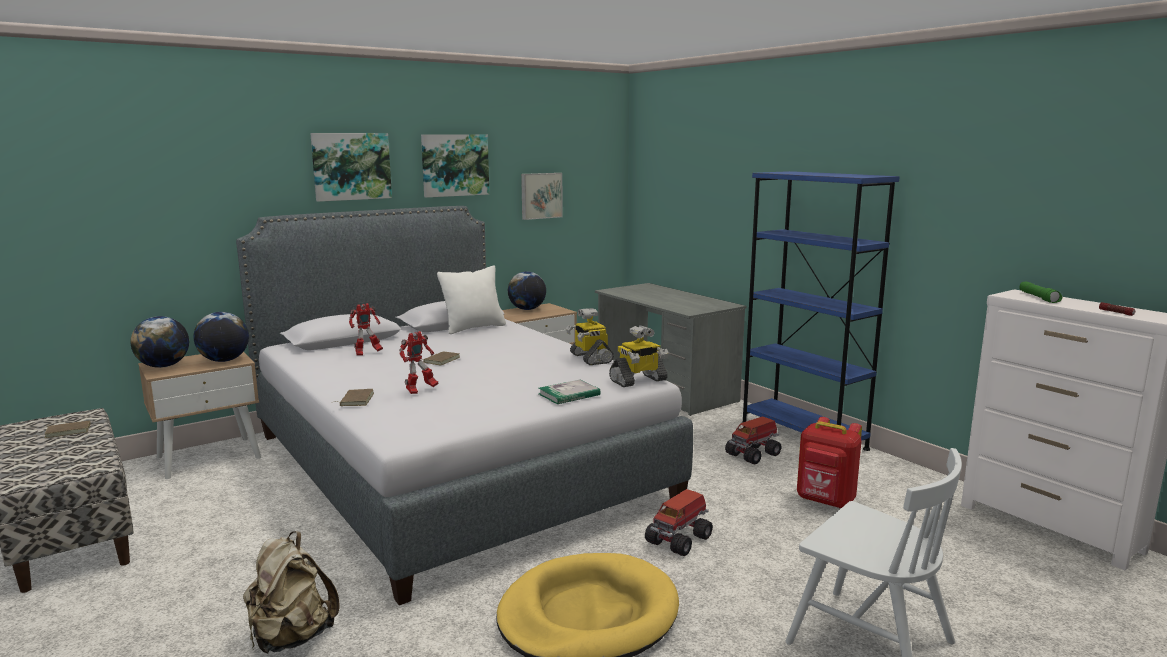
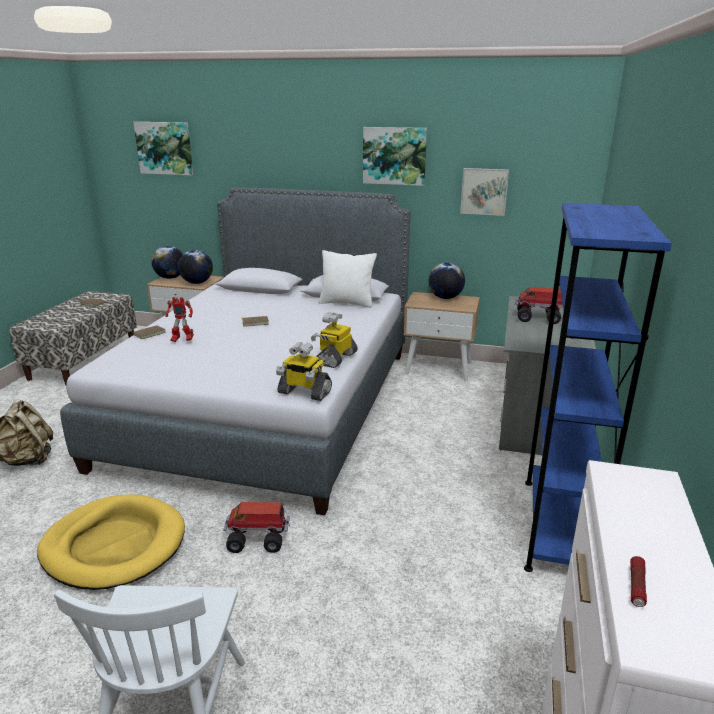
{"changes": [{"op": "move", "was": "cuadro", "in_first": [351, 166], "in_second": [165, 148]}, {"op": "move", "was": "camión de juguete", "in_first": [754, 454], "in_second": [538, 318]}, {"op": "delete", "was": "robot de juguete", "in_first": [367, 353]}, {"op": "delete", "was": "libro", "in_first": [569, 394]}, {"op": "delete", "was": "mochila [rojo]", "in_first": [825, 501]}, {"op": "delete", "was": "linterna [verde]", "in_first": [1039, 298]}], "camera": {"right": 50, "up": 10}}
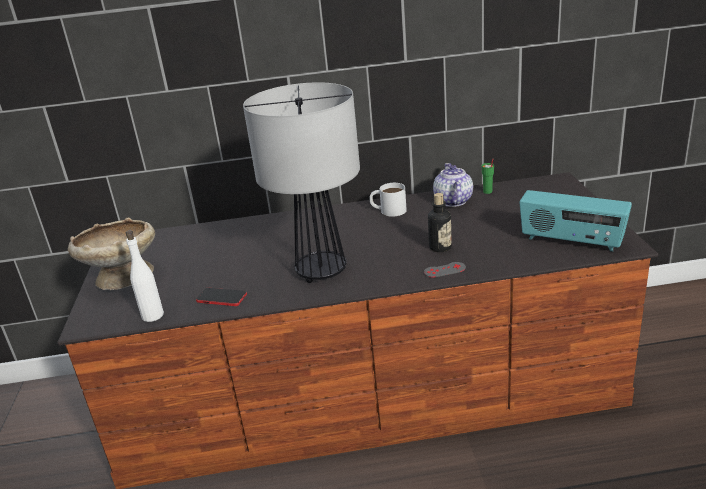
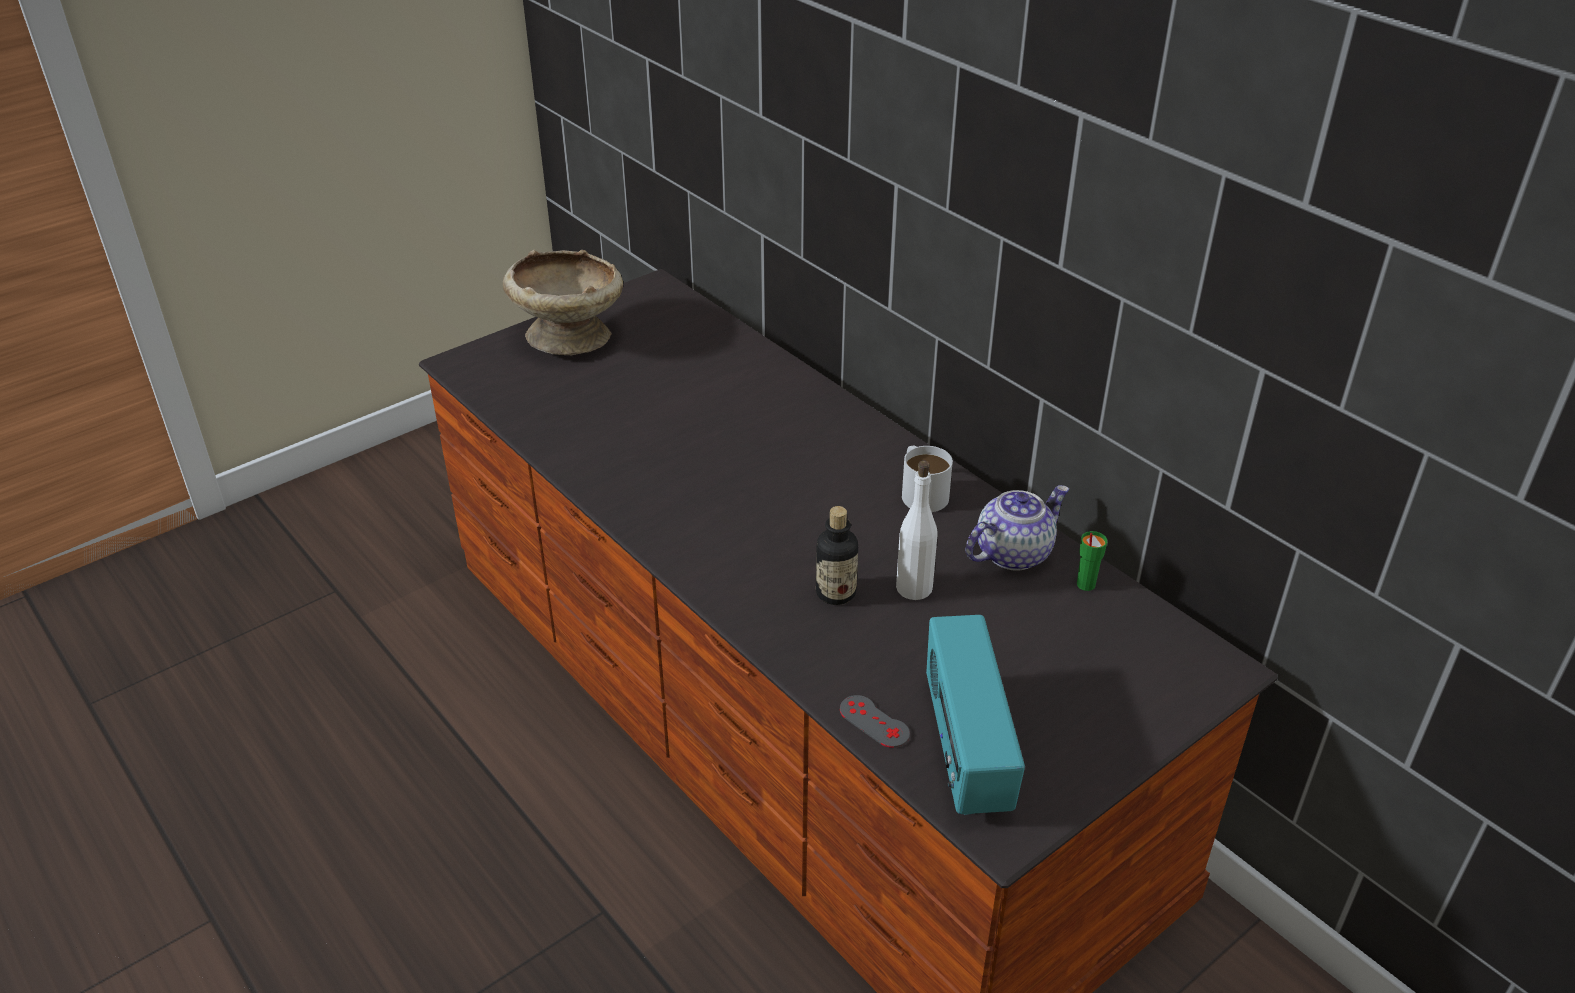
{"changes": [{"op": "move", "was": "mando de consola [gris]", "in_first": [444, 270], "in_second": [874, 722]}, {"op": "move", "was": "botella [blanco]", "in_first": [152, 315], "in_second": [914, 587]}, {"op": "delete", "was": "móvil", "in_first": [221, 298]}, {"op": "delete", "was": "lámpara de mesa", "in_first": [320, 271]}], "camera": {"right": 55, "up": 10}}
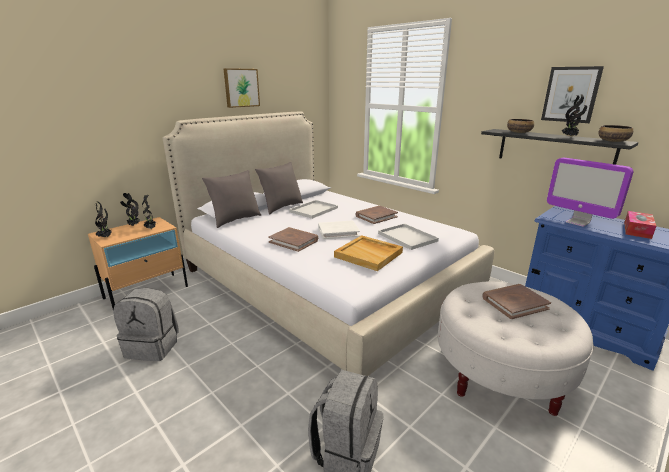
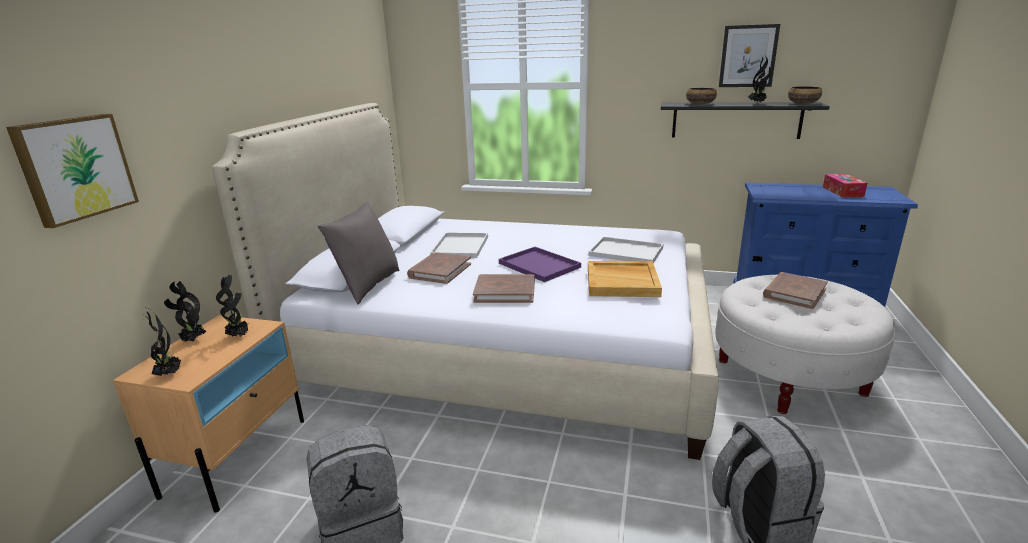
{"changes": [{"op": "move", "was": "cuadro", "in_first": [241, 88], "in_second": [75, 168]}, {"op": "move", "was": "libro [marrón]", "in_first": [376, 216], "in_second": [440, 271]}, {"op": "replace", "was": "libro [blanco]", "now": "bandeja [morado]", "in_first": [338, 232], "in_second": [541, 265]}, {"op": "delete", "was": "cojín [gris]", "in_first": [281, 207]}, {"op": "delete", "was": "monitor", "in_first": [577, 222]}], "camera": {"right": -30, "up": 0}}
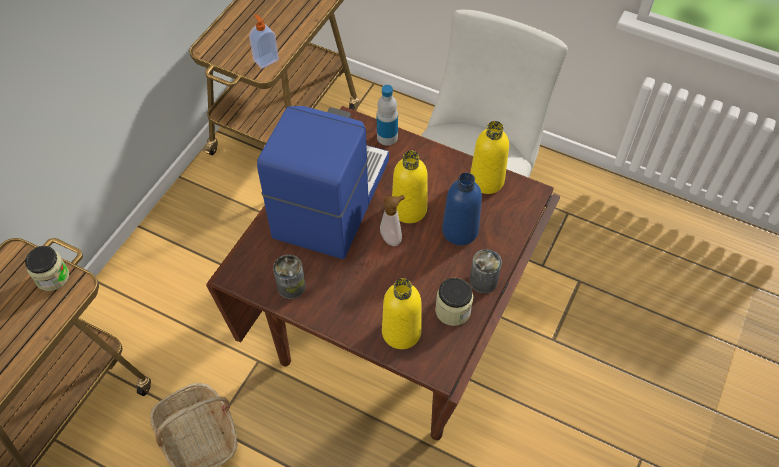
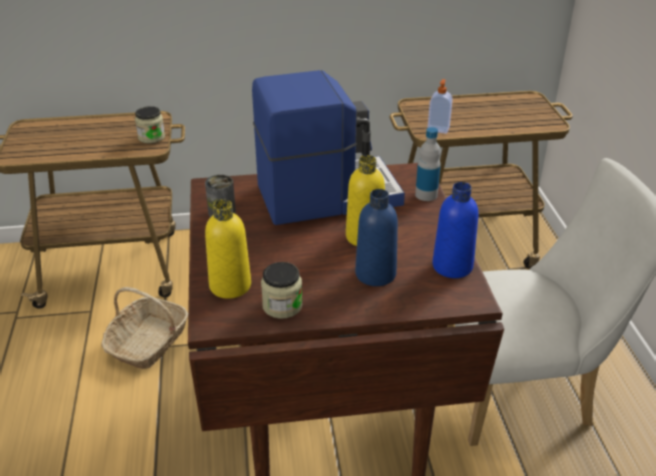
{"changes": [{"op": "recolor", "was": "botella [amarillo]", "now": "botella [azul]", "in_first": [486, 180], "in_second": [452, 266]}, {"op": "delete", "was": "dispensador de jabón", "in_first": [392, 238]}, {"op": "delete", "was": "lata", "in_first": [483, 281]}], "camera": {"right": 55, "up": -20}}
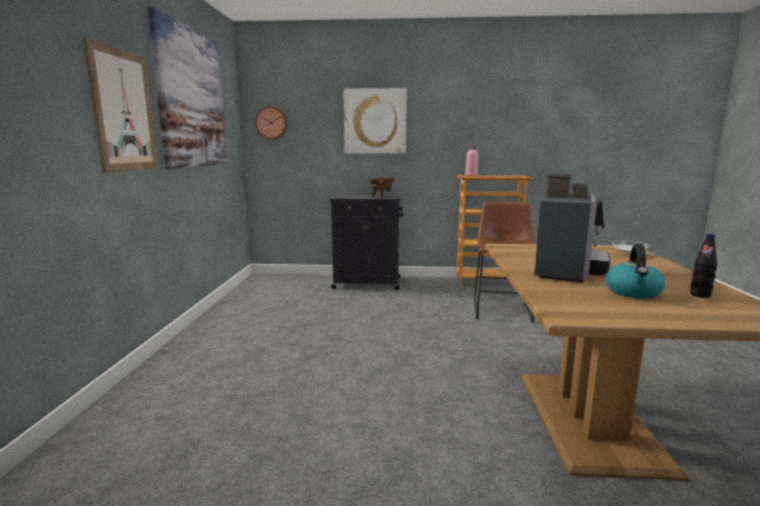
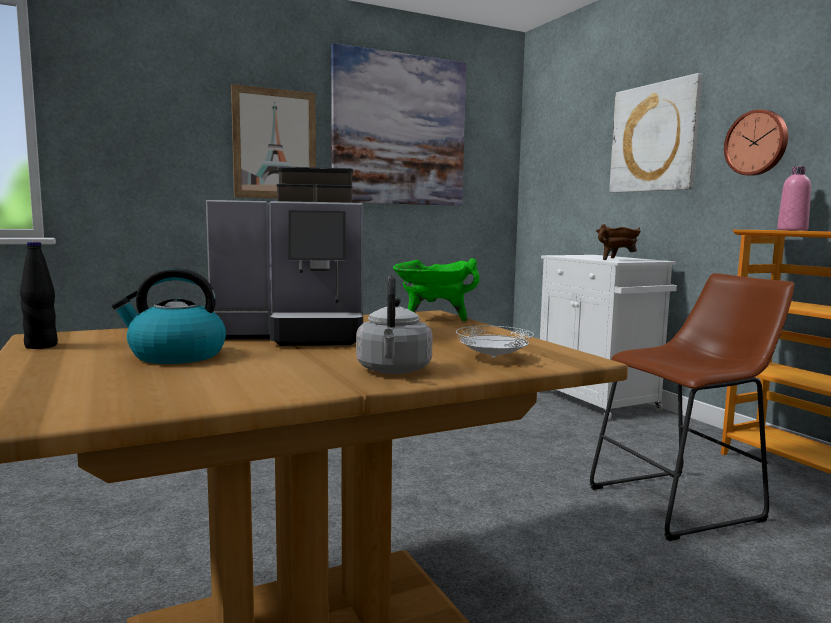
{"changes": [{"op": "move", "was": "botella [negro]", "in_first": [700, 295], "in_second": [41, 346]}, {"op": "insert", "now": "hervidor [gris]", "in_second": [393, 371]}, {"op": "insert", "now": "olla [verde]", "in_second": [433, 319]}, {"op": "recolor", "was": "armario [negro]", "now": "armario [blanco]", "in_first": [368, 283], "in_second": [598, 401]}, {"op": "move", "was": "reloj de pared", "in_first": [271, 123], "in_second": [757, 143]}], "camera": {"right": 60, "up": -5}}
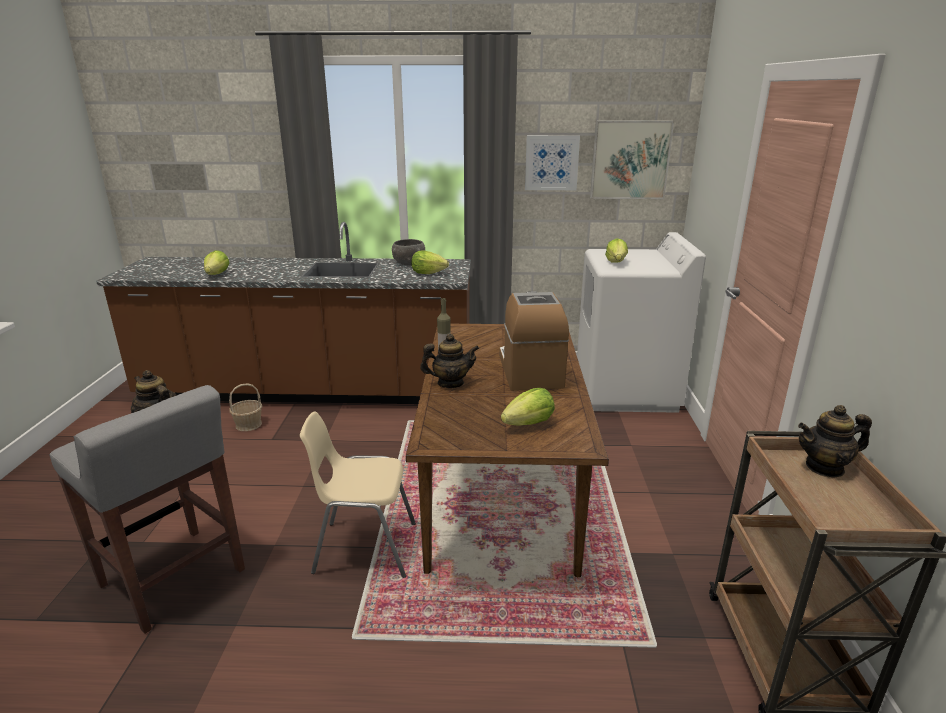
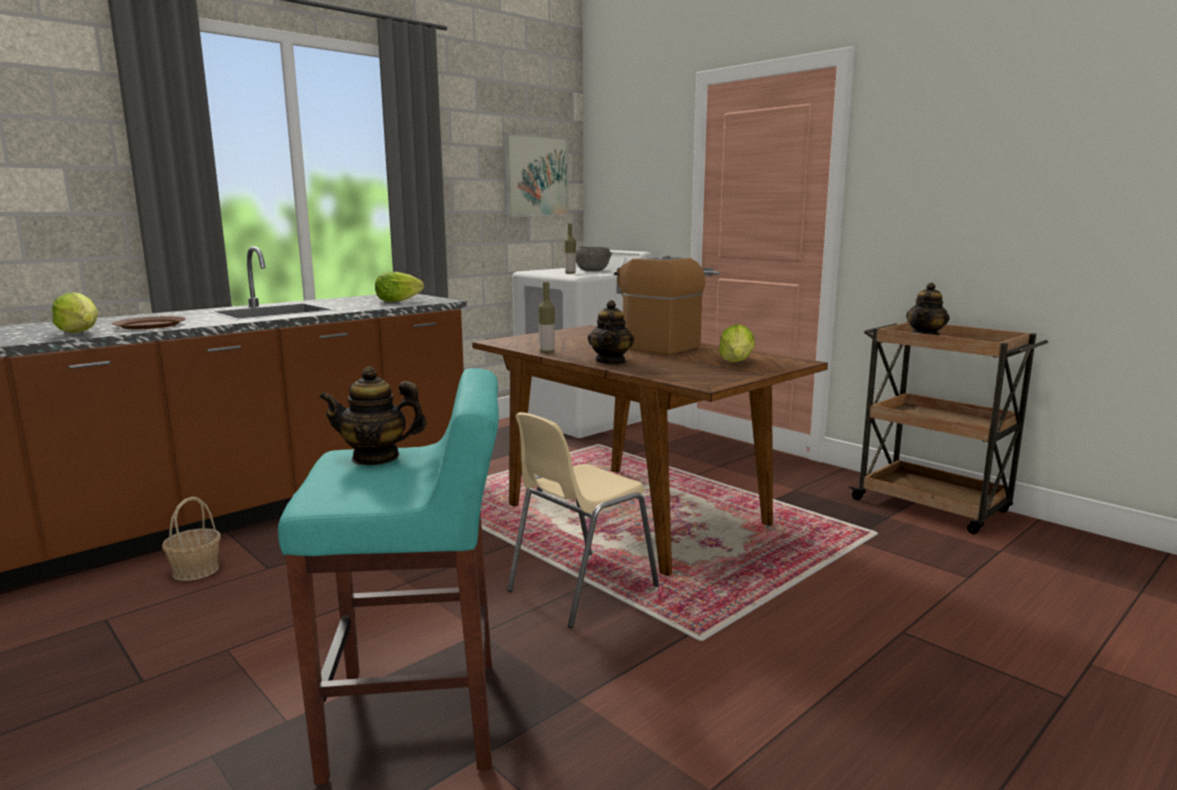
{"changes": [{"op": "insert", "now": "plato [marrón]", "in_second": [150, 325]}, {"op": "recolor", "was": "taburete [gris]", "now": "taburete [turquesa]", "in_first": [173, 579], "in_second": [417, 718]}, {"op": "replace", "was": "lechuga", "now": "botella", "in_first": [616, 262], "in_second": [570, 273]}, {"op": "move", "was": "cuenco [gris]", "in_first": [409, 263], "in_second": [592, 271]}, {"op": "rotate", "was": "tetera", "in_first": [450, 383], "in_second": [611, 361], "clockwise": 150}, {"op": "delete", "was": "cuadro", "in_first": [551, 163]}], "camera": {"right": -45, "up": -10}}
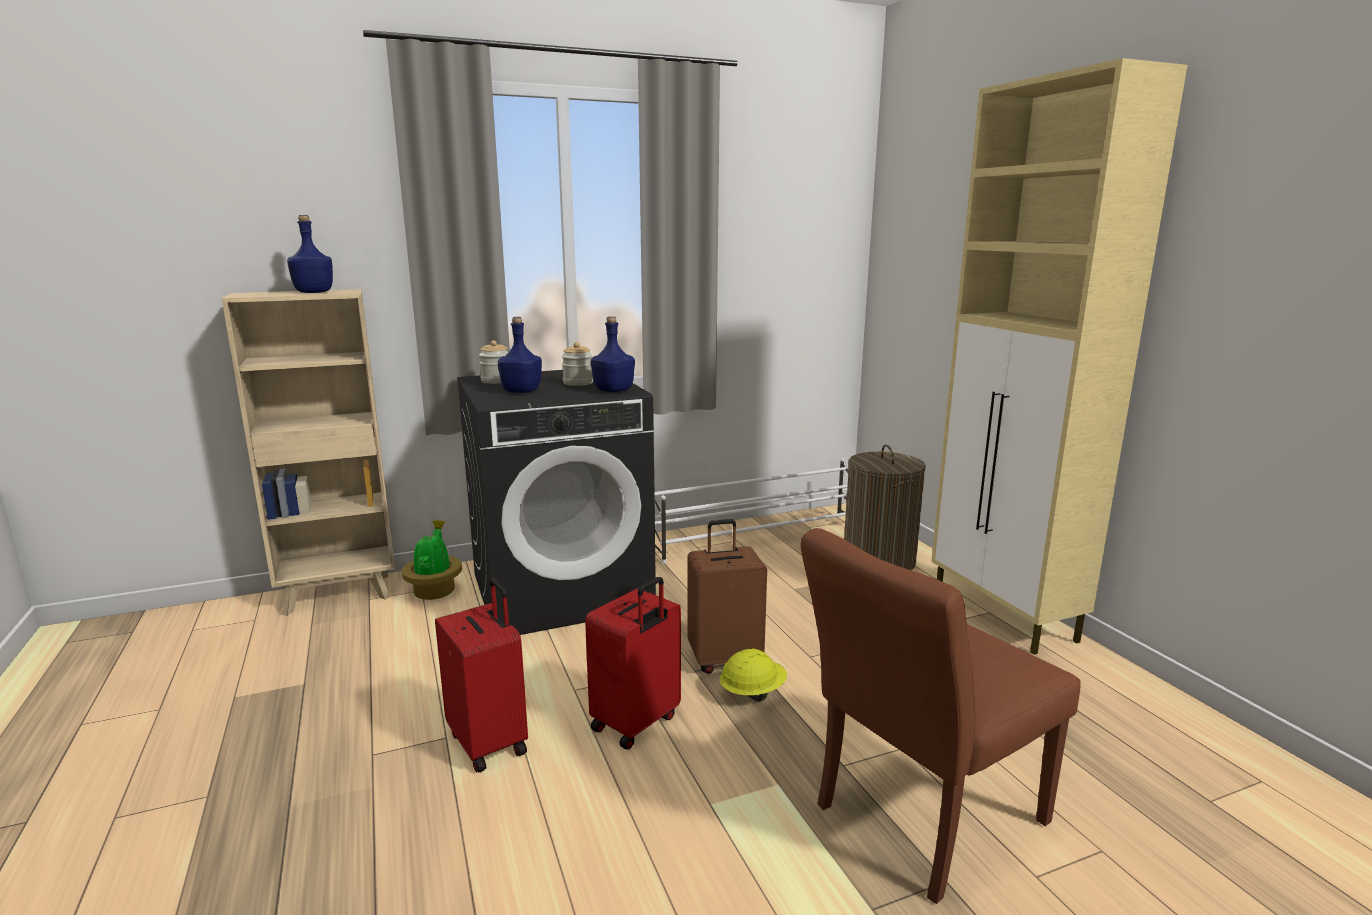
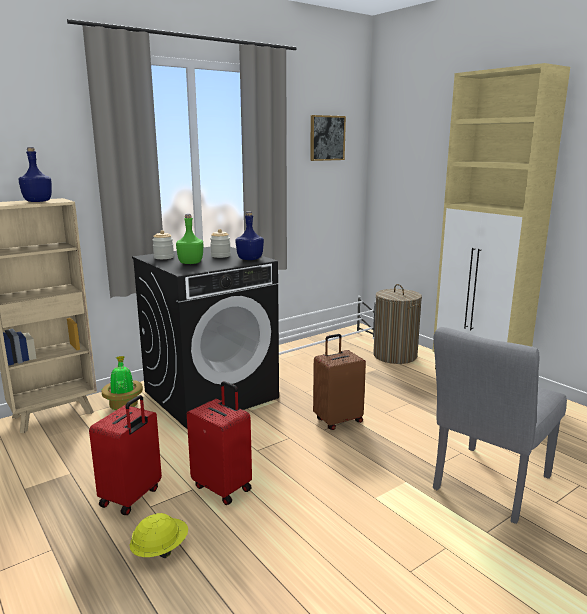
{"changes": [{"op": "move", "was": "maleta [rojo]", "in_first": [637, 723], "in_second": [132, 497]}, {"op": "move", "was": "casco [amarillo]", "in_first": [752, 693], "in_second": [160, 549]}, {"op": "recolor", "was": "botella [azul]", "now": "botella [verde]", "in_first": [522, 391], "in_second": [190, 263]}, {"op": "insert", "now": "cuadro", "in_second": [327, 138]}, {"op": "recolor", "was": "silla [marrón]", "now": "silla [gris]", "in_first": [918, 820], "in_second": [487, 487]}], "camera": {"right": -15, "up": 0}}
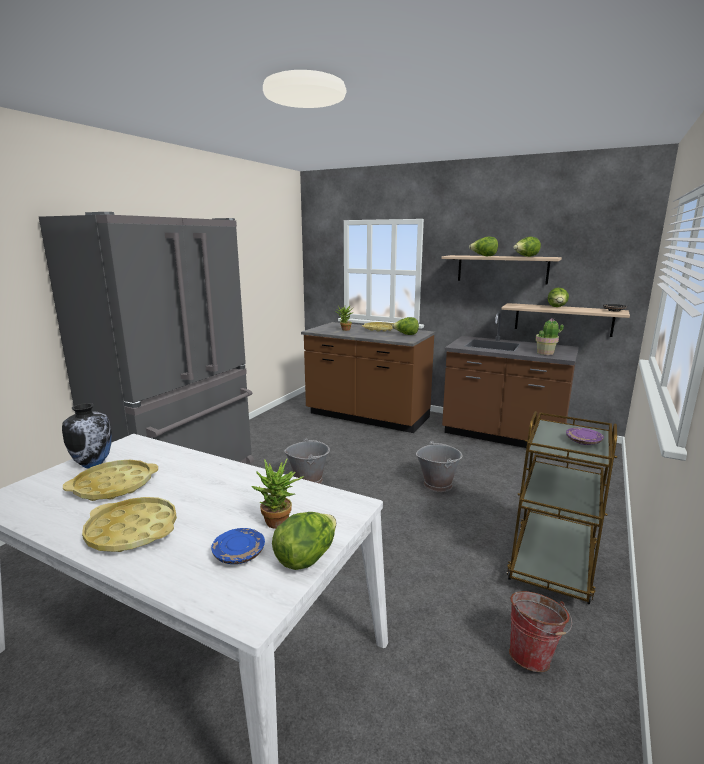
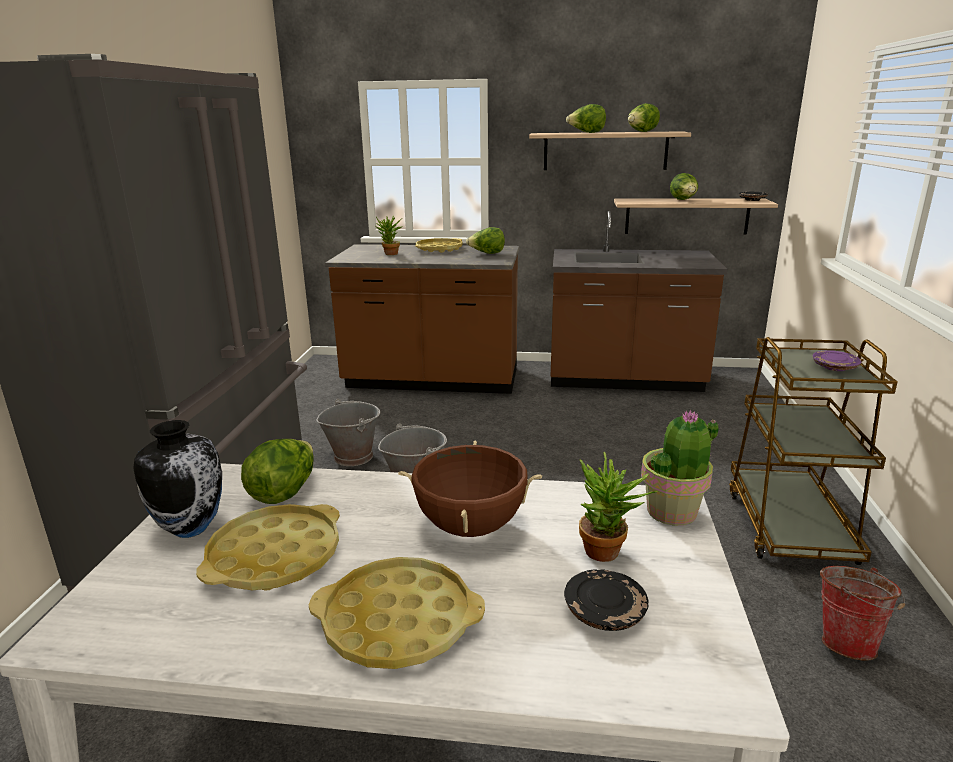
{"changes": [{"op": "move", "was": "lechuga", "in_first": [306, 557], "in_second": [284, 492]}, {"op": "move", "was": "cubo [gris]", "in_first": [438, 484], "in_second": [353, 456]}, {"op": "insert", "now": "olla [marrón]", "in_second": [470, 526]}, {"op": "recolor", "was": "plato [azul]", "now": "plato [negro]", "in_first": [239, 554], "in_second": [605, 611]}, {"op": "move", "was": "planta en maceta", "in_first": [545, 353], "in_second": [673, 511]}], "camera": {"right": -20, "up": 5}}
